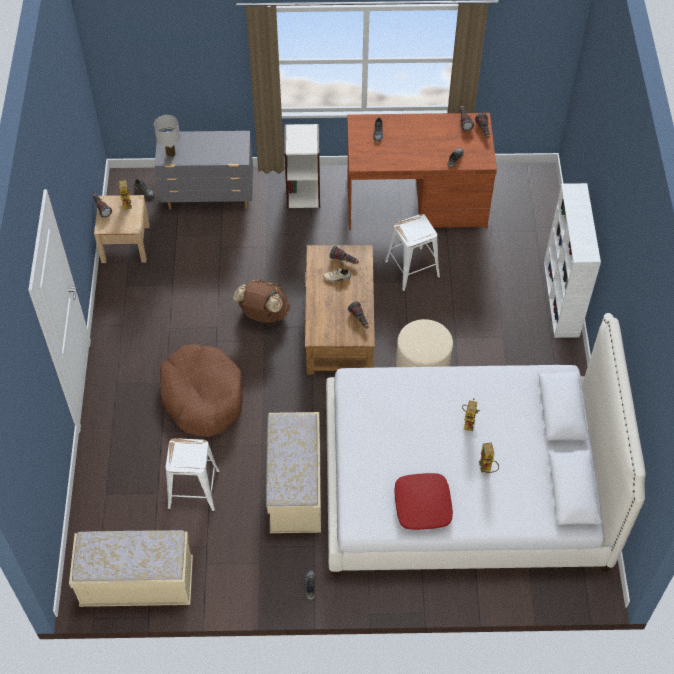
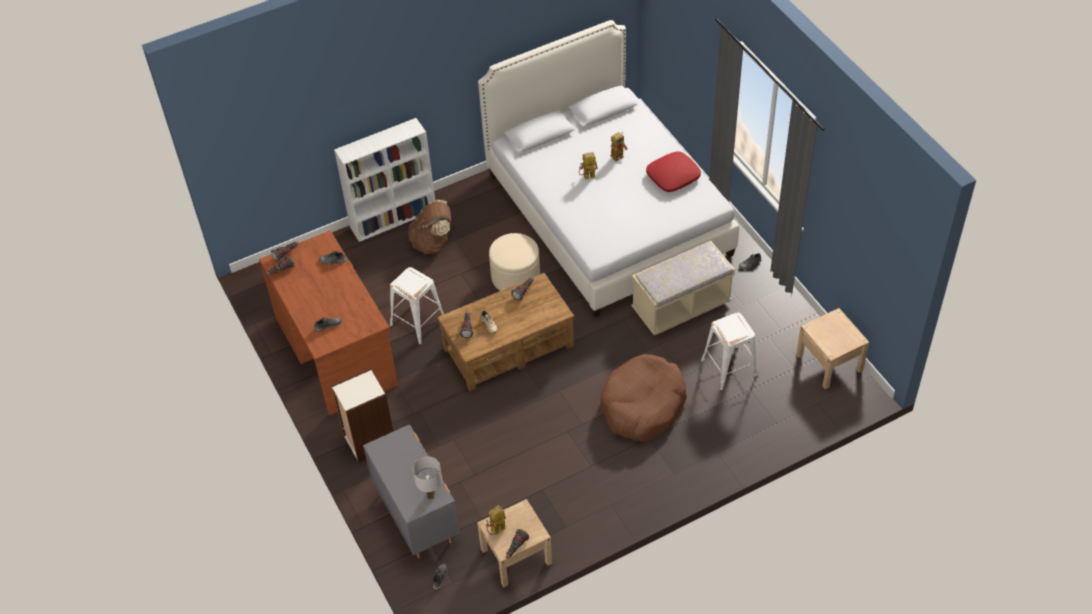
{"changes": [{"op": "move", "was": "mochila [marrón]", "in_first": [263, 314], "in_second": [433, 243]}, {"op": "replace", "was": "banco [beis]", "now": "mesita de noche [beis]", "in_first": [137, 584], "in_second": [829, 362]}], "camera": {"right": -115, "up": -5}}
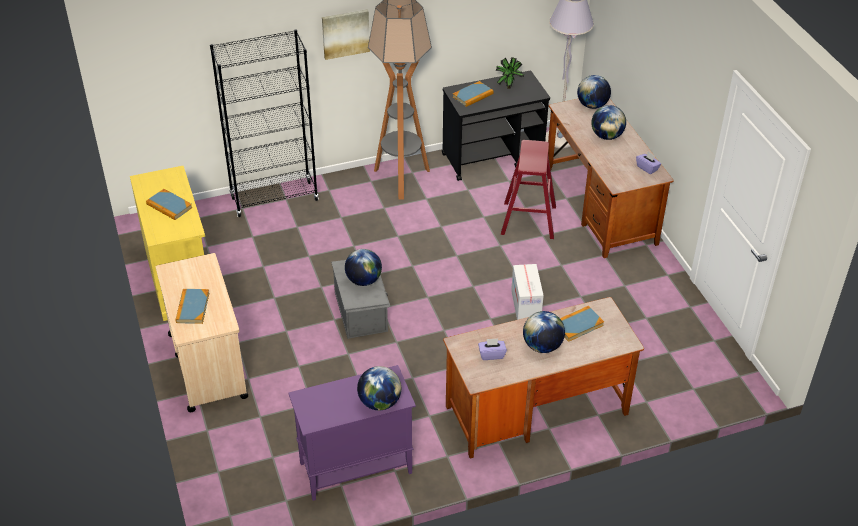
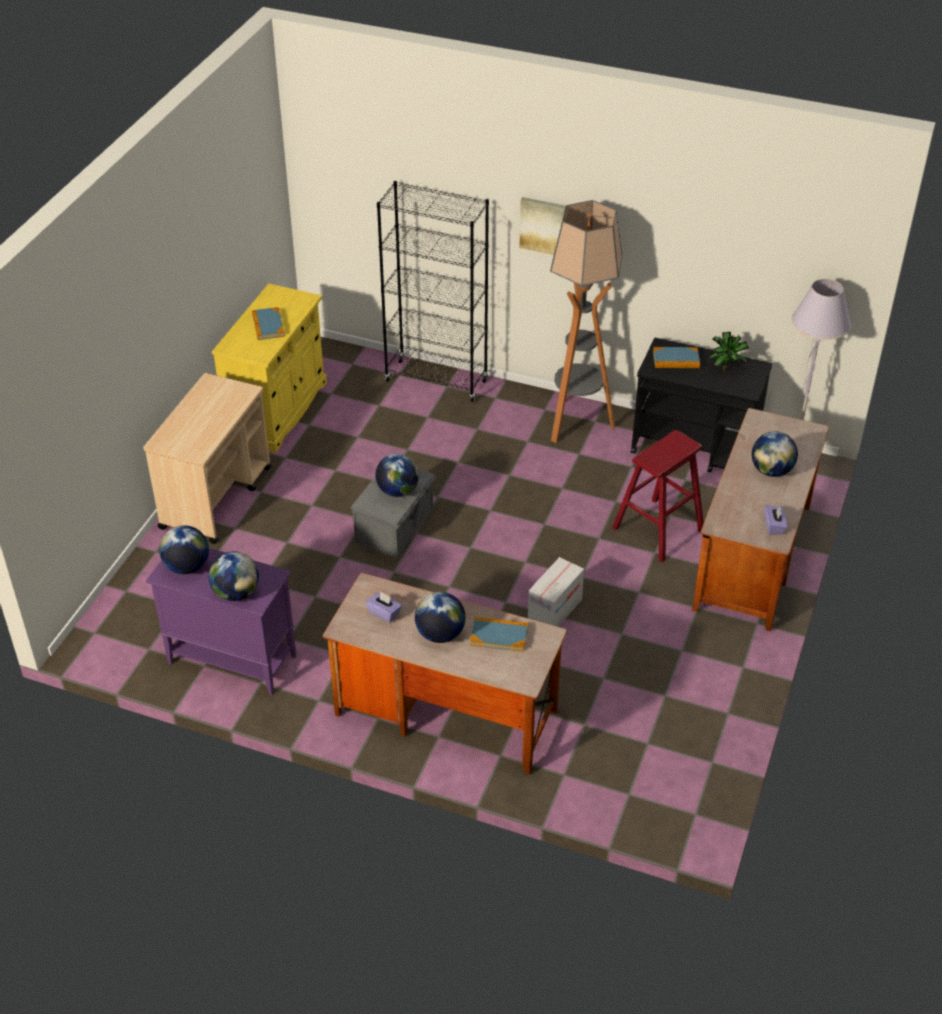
{"changes": [{"op": "move", "was": "globo terráqueo", "in_first": [592, 105], "in_second": [187, 567]}, {"op": "delete", "was": "libro", "in_first": [192, 308]}], "camera": {"right": 40, "up": 0}}
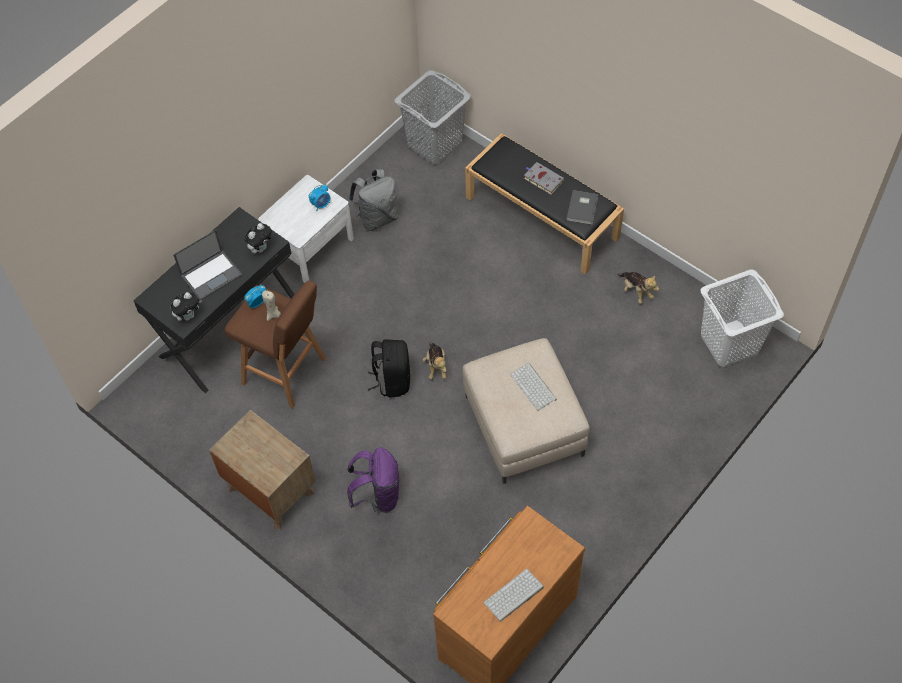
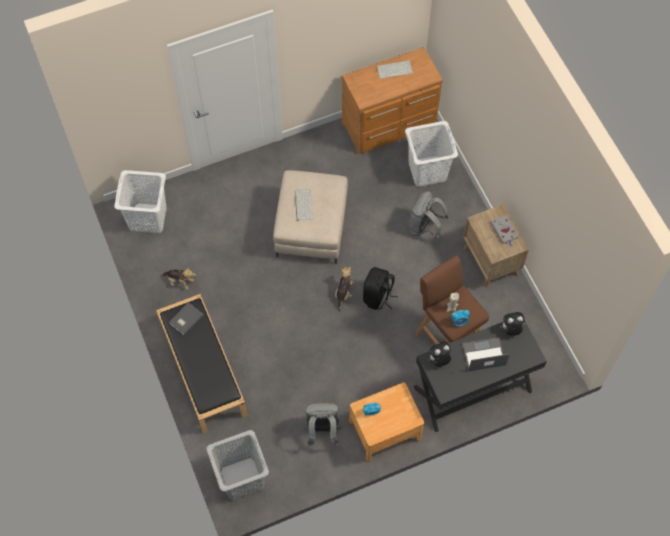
{"changes": [{"op": "rotate", "was": "peluche", "in_first": [636, 291], "in_second": [179, 281], "clockwise": 120}, {"op": "recolor", "was": "mesita de noche [blanco]", "now": "mesita de noche [marrón]", "in_first": [310, 246], "in_second": [385, 430]}, {"op": "insert", "now": "cesto de la ropa [blanco]", "in_second": [427, 171]}, {"op": "recolor", "was": "mochila [morado]", "now": "mochila [gris]", "in_first": [378, 495], "in_second": [425, 227]}, {"op": "move", "was": "libro [gris]", "in_first": [542, 179], "in_second": [504, 231]}], "camera": {"right": -155, "up": 5}}
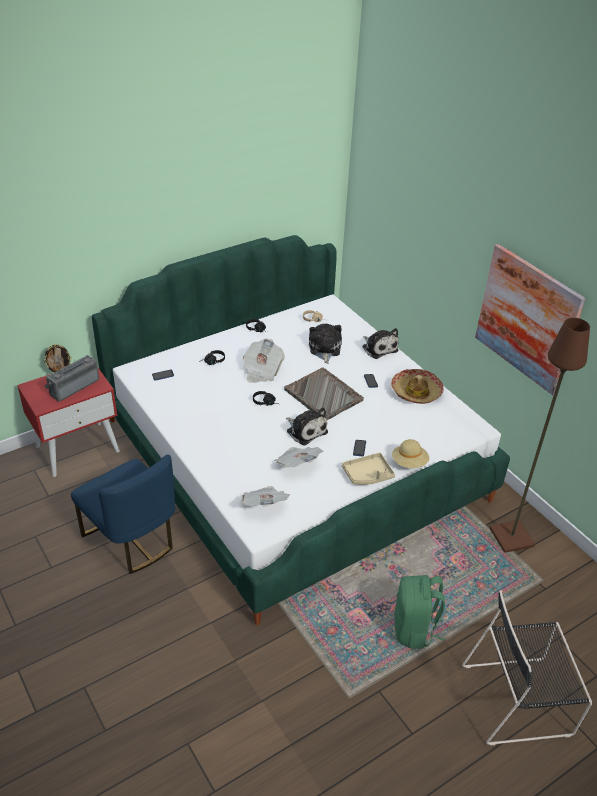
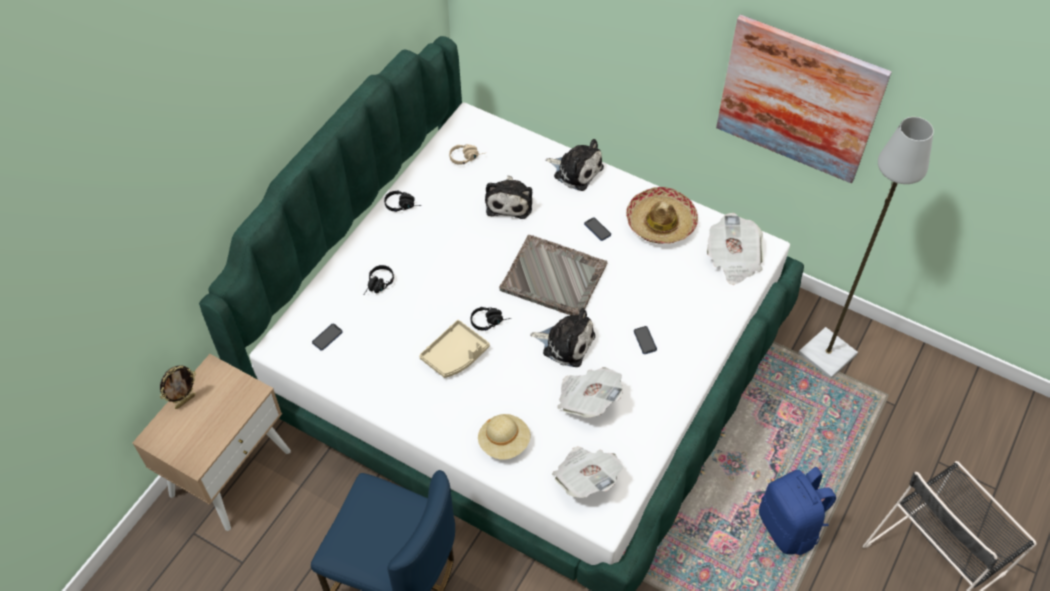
{"changes": [{"op": "recolor", "was": "mesita de noche [rojo]", "now": "mesita de noche [beis]", "in_first": [78, 448], "in_second": [230, 472]}, {"op": "move", "was": "bandeja [beis]", "in_first": [368, 475], "in_second": [455, 355]}, {"op": "move", "was": "sombrero [beis]", "in_first": [409, 462], "in_second": [504, 442]}, {"op": "rotate", "was": "peluche", "in_first": [324, 349], "in_second": [509, 201], "clockwise": -150}, {"op": "move", "was": "periódico", "in_first": [261, 371], "in_second": [733, 259]}, {"op": "recolor", "was": "mochila [verde]", "now": "mochila [azul]", "in_first": [414, 629], "in_second": [789, 527]}, {"op": "recolor", "was": "lámpara de pie [marrón]", "now": "lámpara de pie [gris]", "in_first": [511, 538], "in_second": [827, 355]}, {"op": "delete", "was": "radio", "in_first": [73, 386]}], "camera": {"right": -25, "up": 15}}
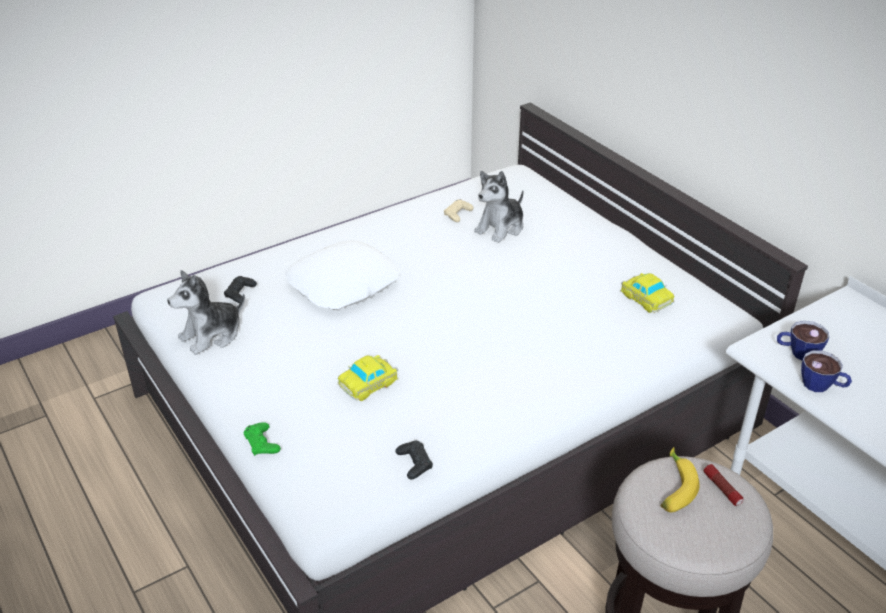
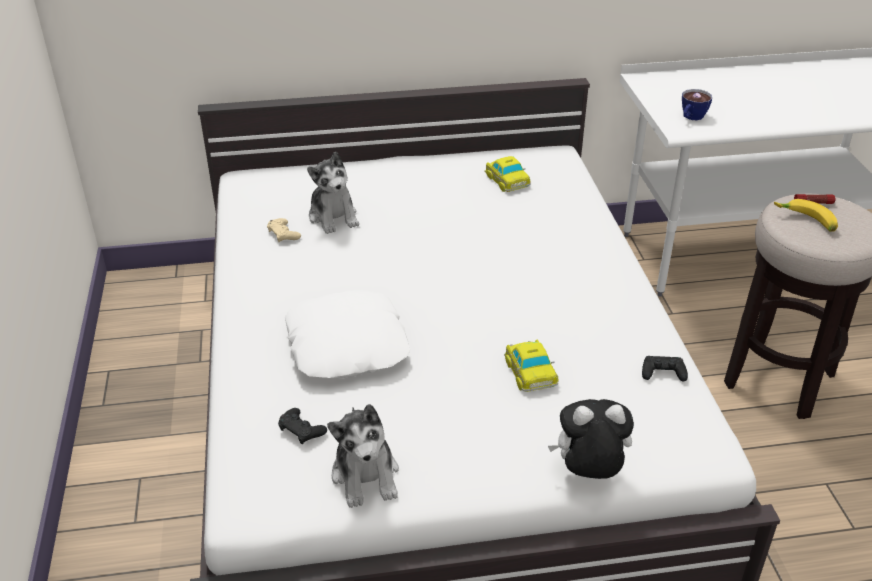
{"changes": [{"op": "rotate", "was": "coche de juguete", "in_first": [645, 297], "in_second": [506, 179], "clockwise": 75}, {"op": "replace", "was": "mando de consola [verde]", "now": "peluche", "in_first": [262, 443], "in_second": [588, 473]}, {"op": "delete", "was": "taza", "in_first": [821, 386]}], "camera": {"right": -65, "up": 0}}
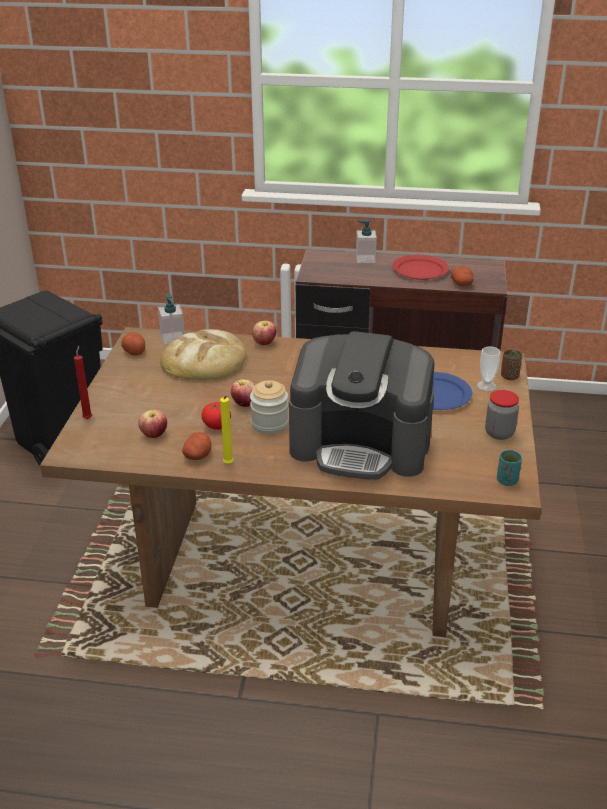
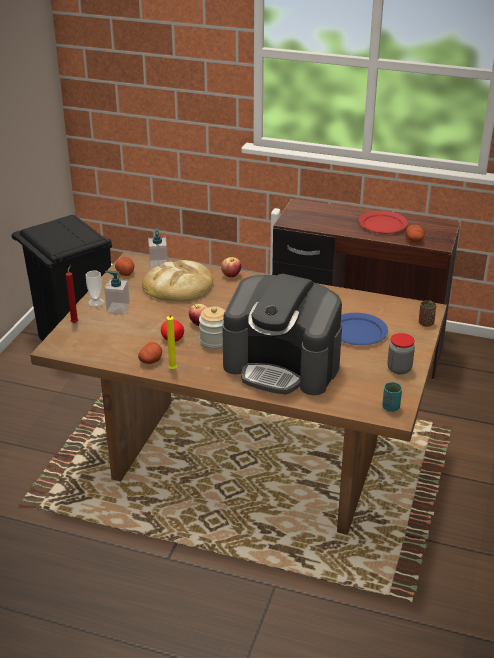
{"changes": [{"op": "move", "was": "taza", "in_first": [486, 386], "in_second": [96, 302]}, {"op": "move", "was": "dispensador de jabón", "in_first": [365, 259], "in_second": [118, 308]}, {"op": "delete", "was": "manzana", "in_first": [154, 435]}], "camera": {"right": 10, "up": 0}}
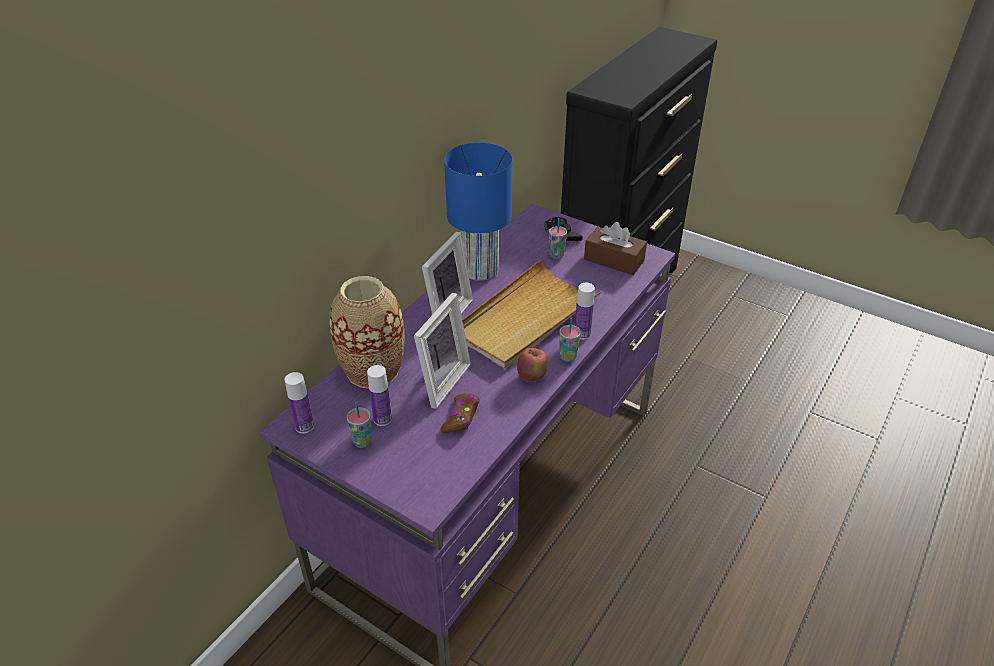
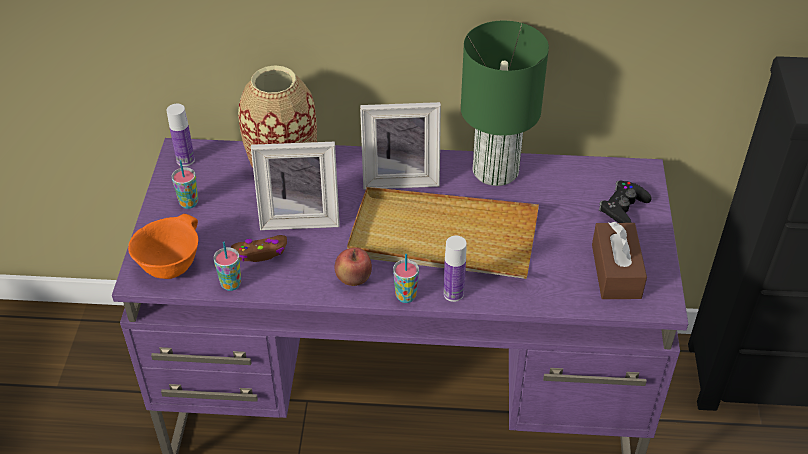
{"changes": [{"op": "insert", "now": "cuenco [naranja]", "in_second": [169, 266]}, {"op": "move", "was": "taza", "in_first": [556, 255], "in_second": [231, 284]}, {"op": "recolor", "was": "lámpara de mesa [azul]", "now": "lámpara de mesa [verde]", "in_first": [481, 270], "in_second": [496, 171]}, {"op": "delete", "was": "botella", "in_first": [382, 419]}], "camera": {"right": 60, "up": 5}}
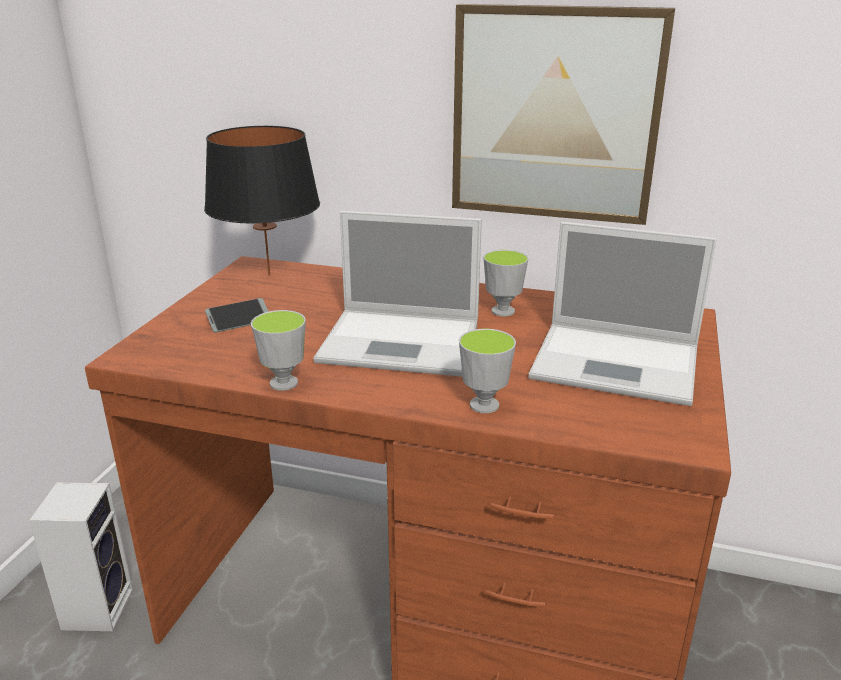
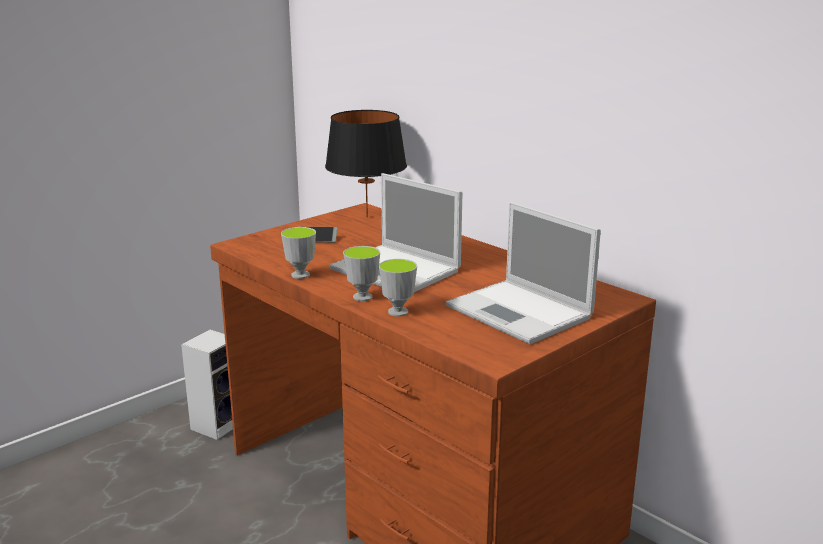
{"changes": [{"op": "move", "was": "taza", "in_first": [503, 311], "in_second": [362, 297]}, {"op": "delete", "was": "cuadro", "in_first": [555, 114]}], "camera": {"right": 30, "up": -5}}
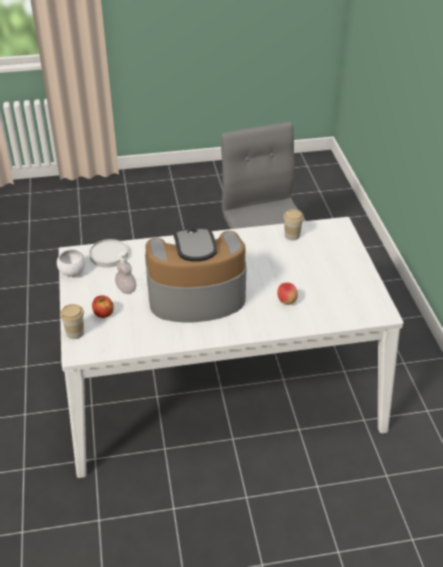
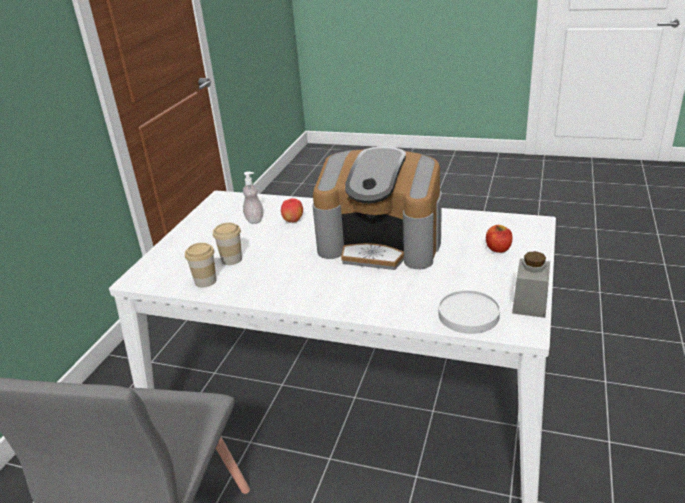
{"changes": [{"op": "move", "was": "taza", "in_first": [75, 333], "in_second": [231, 259]}, {"op": "move", "was": "dispensador de jabón", "in_first": [126, 289], "in_second": [254, 220]}, {"op": "replace", "was": "cuenco [blanco]", "now": "tarro [gris]", "in_first": [72, 272], "in_second": [530, 304]}], "camera": {"right": -150, "up": -10}}
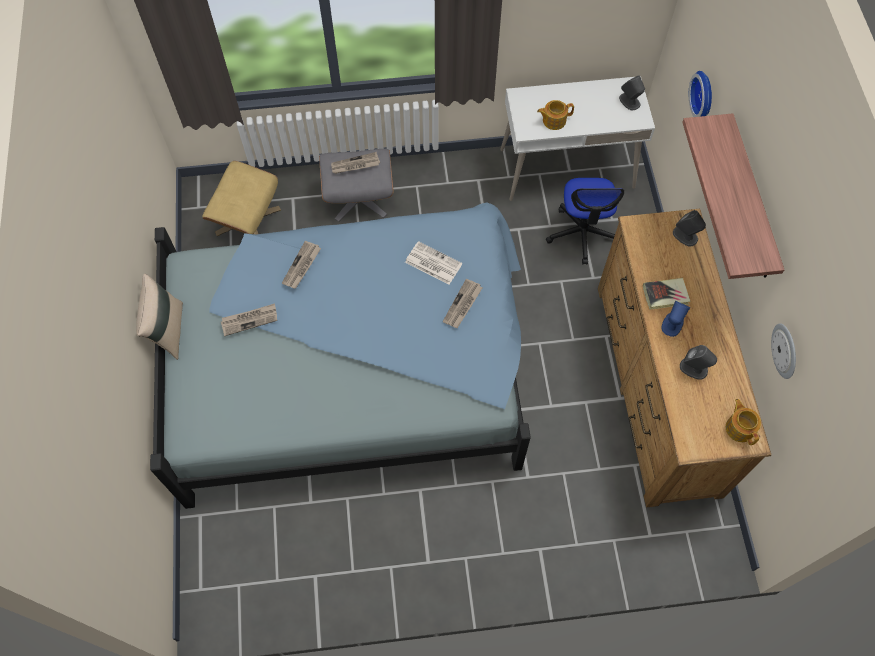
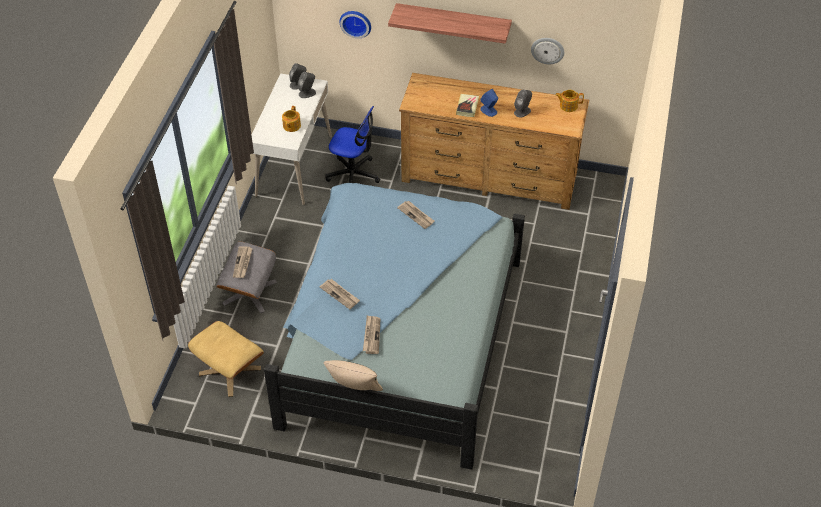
{"changes": [{"op": "move", "was": "altavoz [gris]", "in_first": [685, 236], "in_second": [307, 93]}, {"op": "delete", "was": "periódico", "in_first": [432, 263]}], "camera": {"right": -70, "up": -15}}
